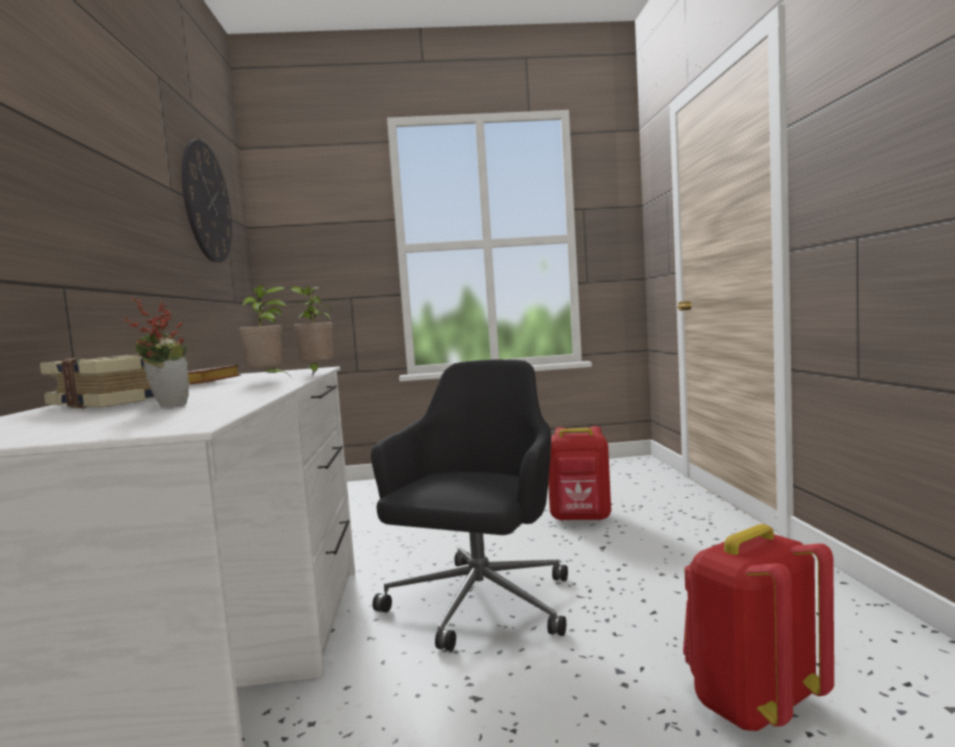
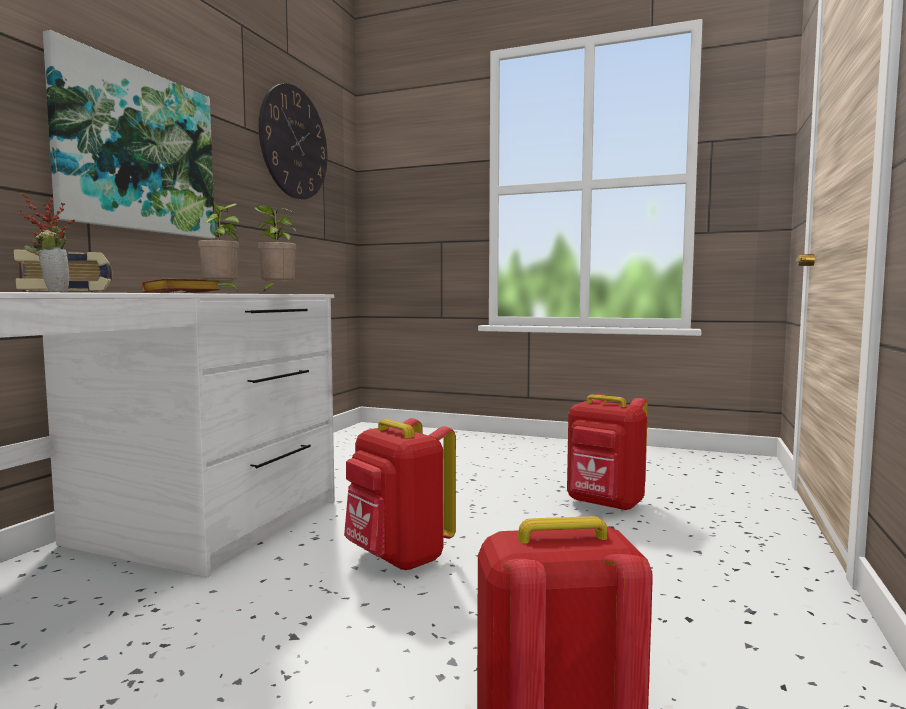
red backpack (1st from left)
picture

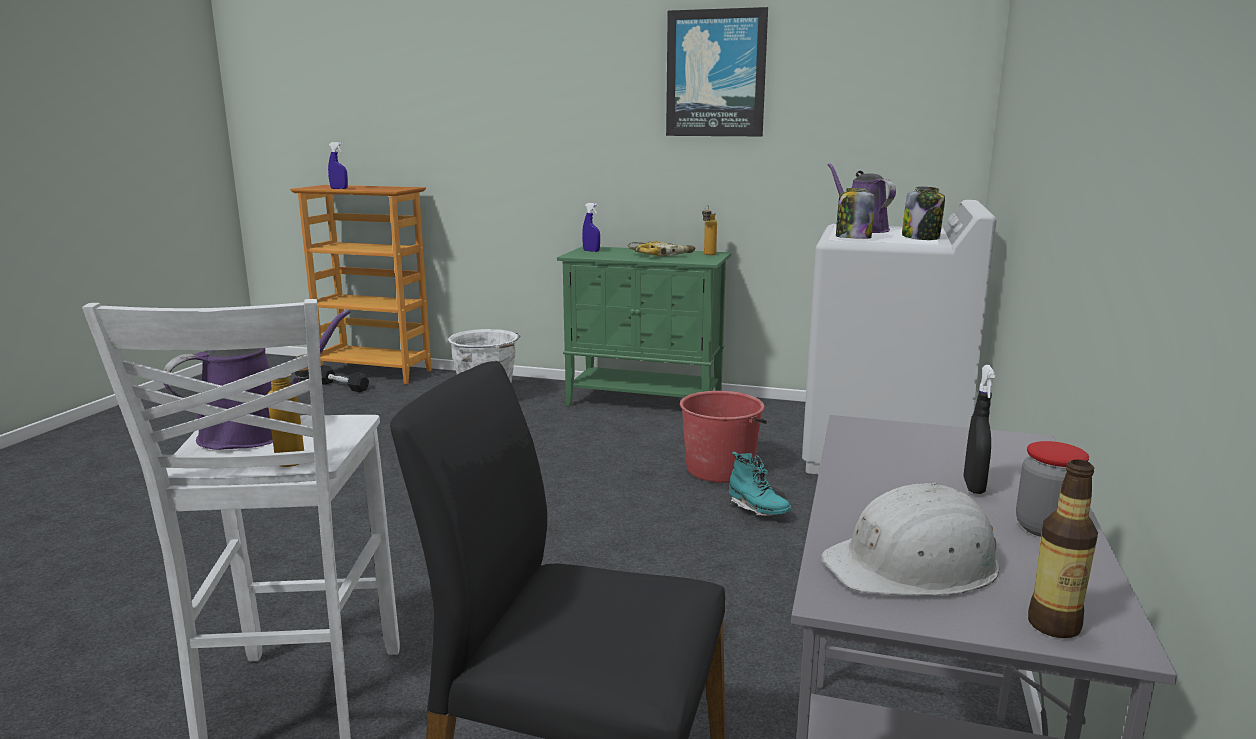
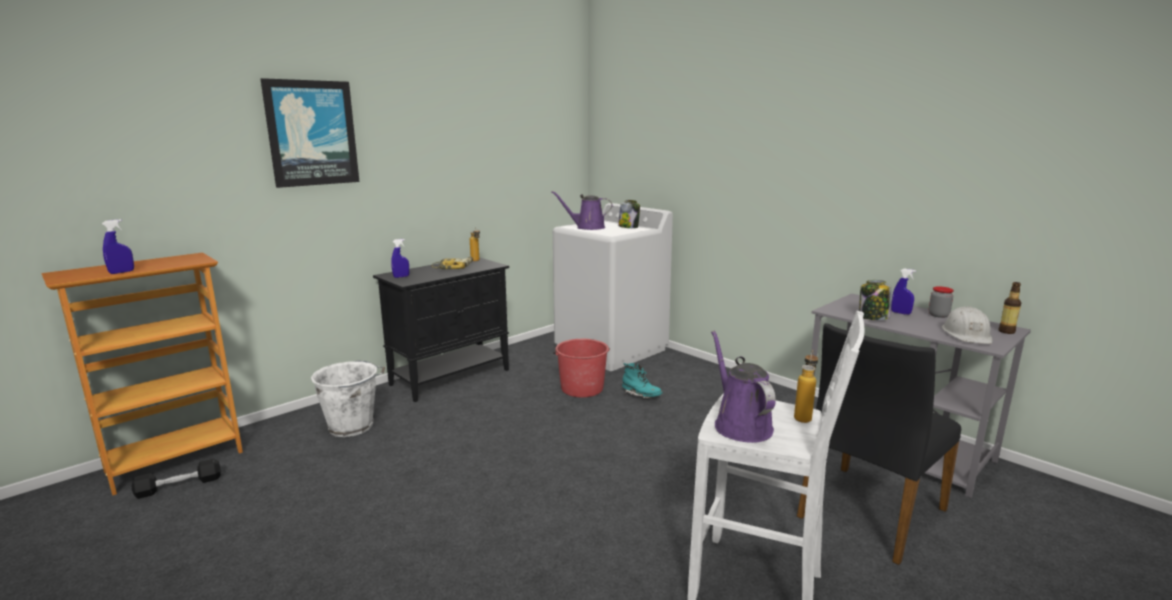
black cabinet
picture
turquoise boot
jar (2nd from left)
blue spray bottle (3rd from left)

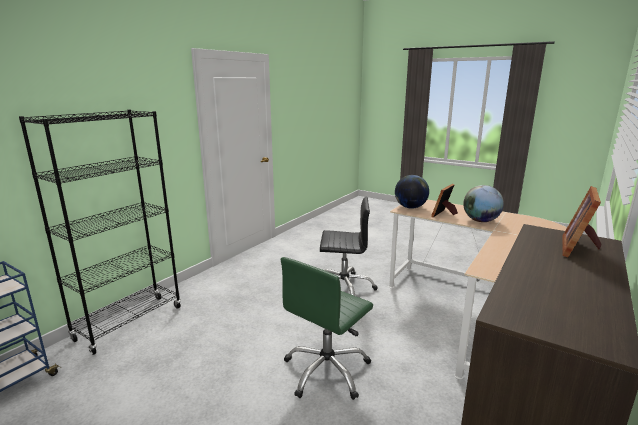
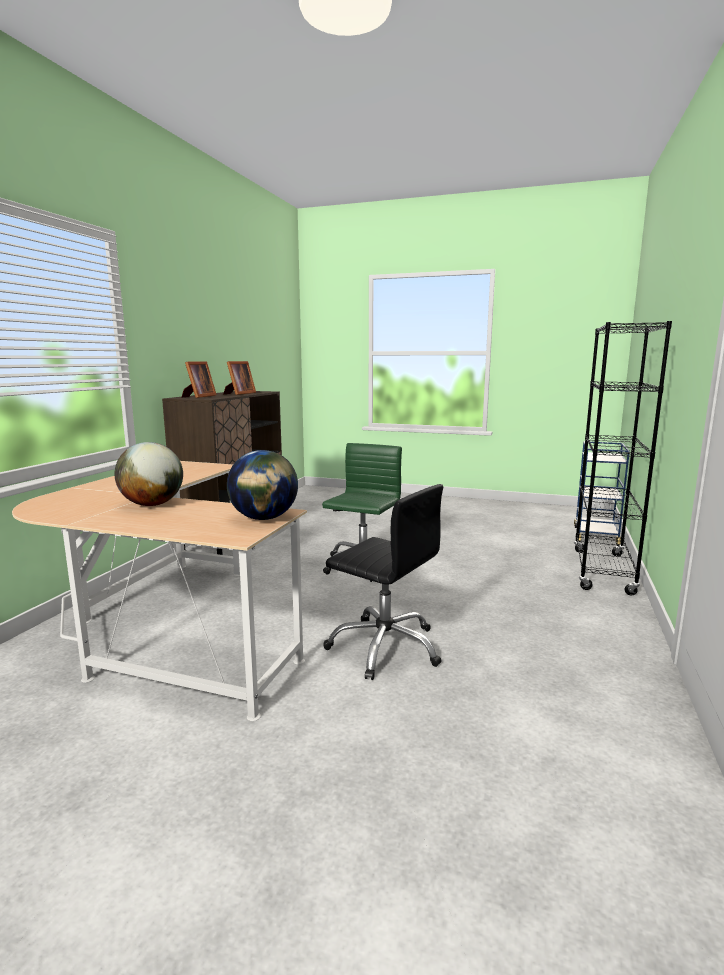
black office chair
picture frame (2nd from left)

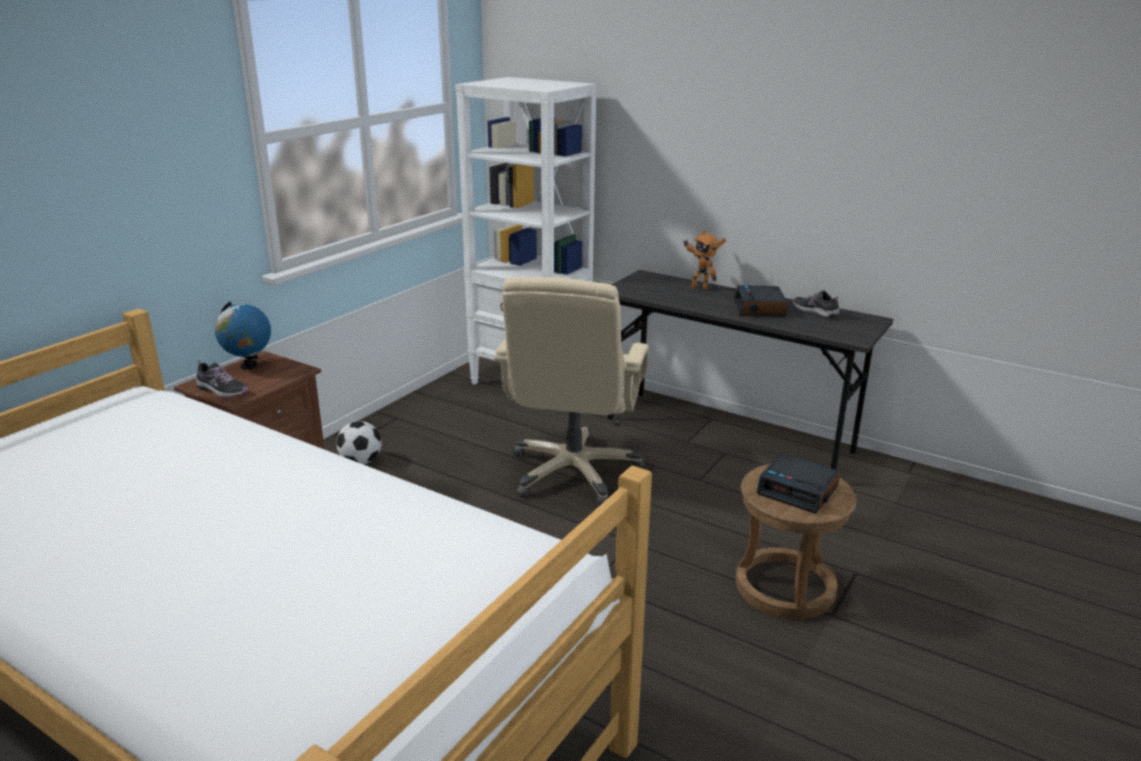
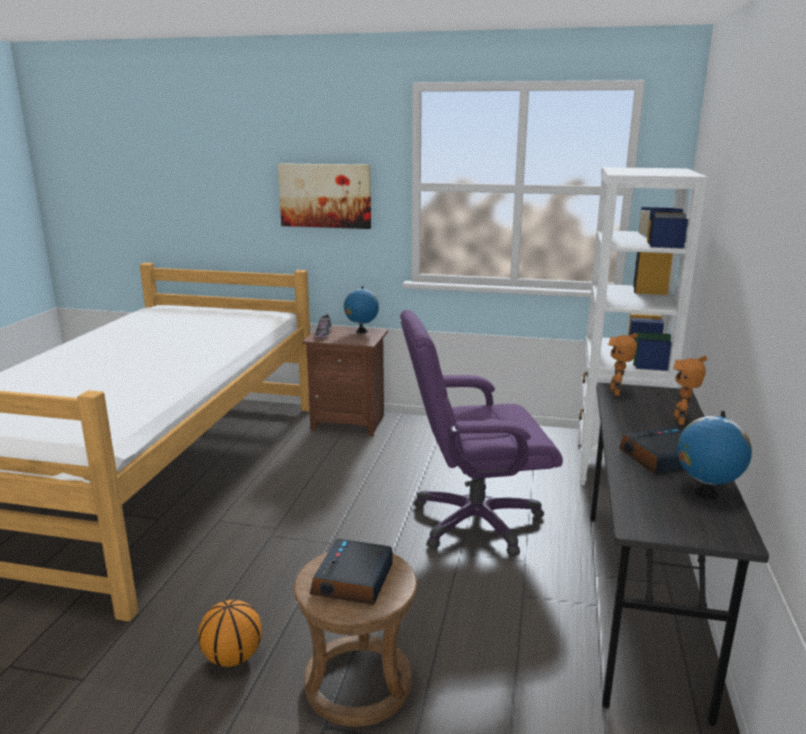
football
purple office chair
globe (2nd from left)
basketball
picture
toy robot (1st from left)

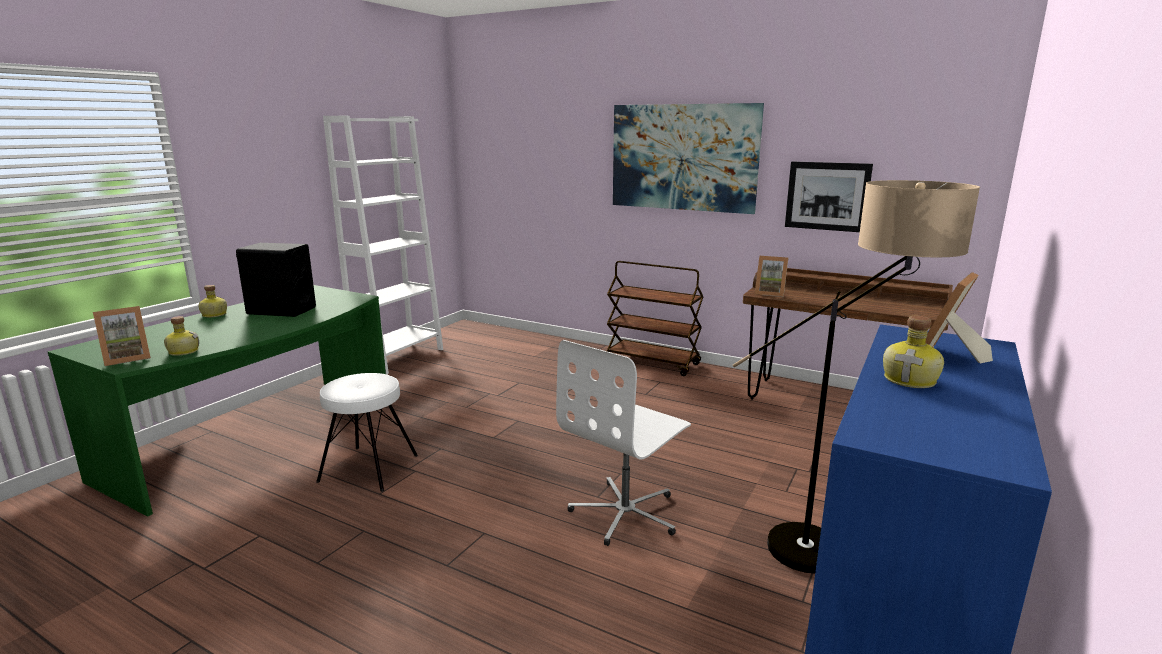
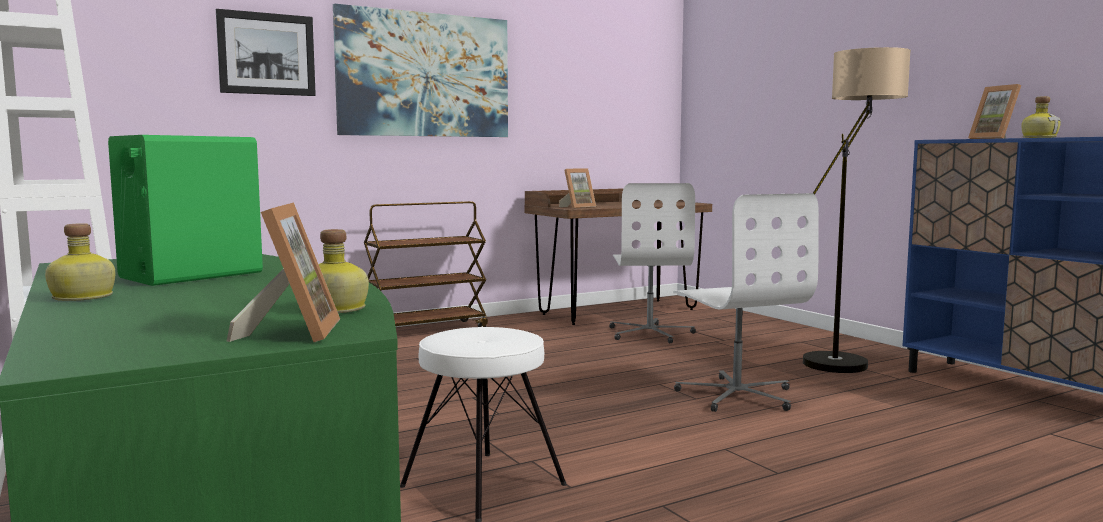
green speaker
picture (1st from left)
white office chair (1st from left)

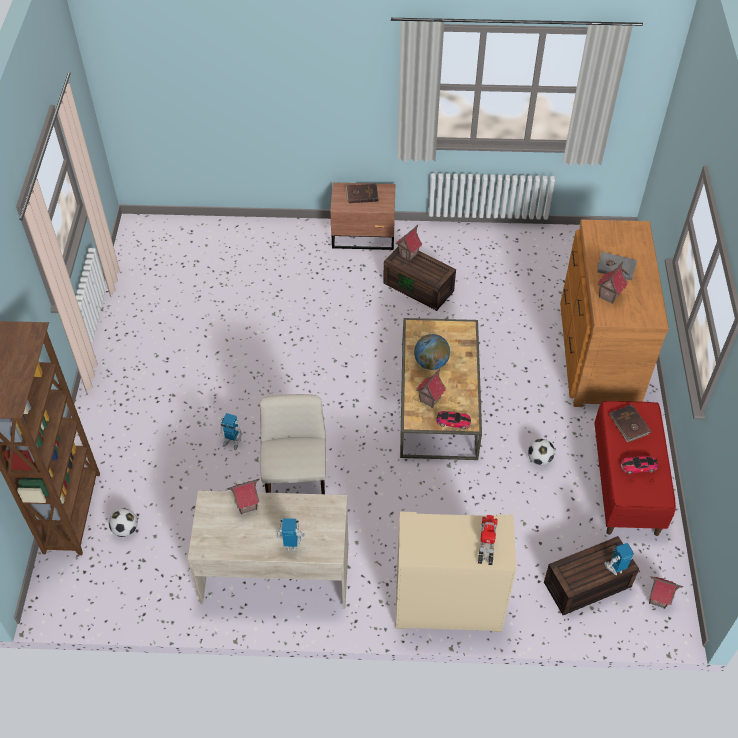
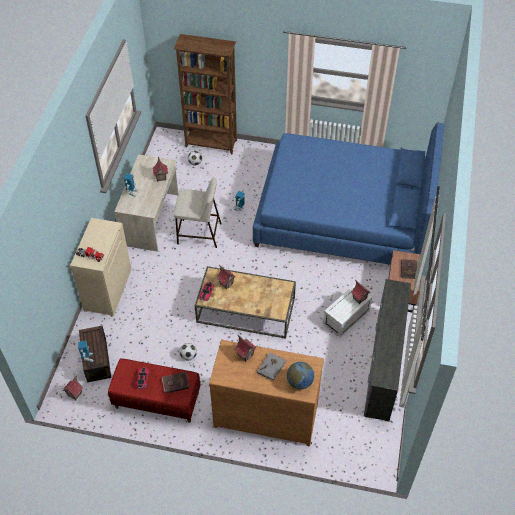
white storage box
globe
blue bed
grey dresser

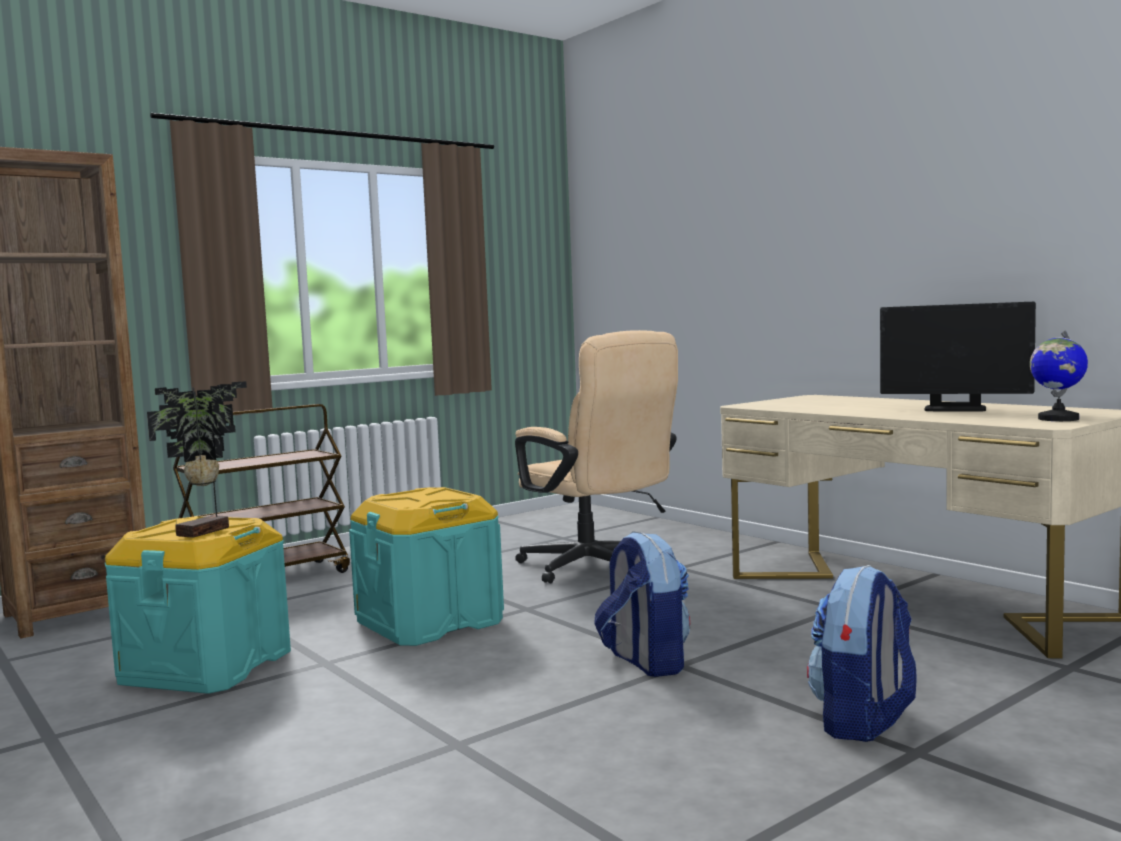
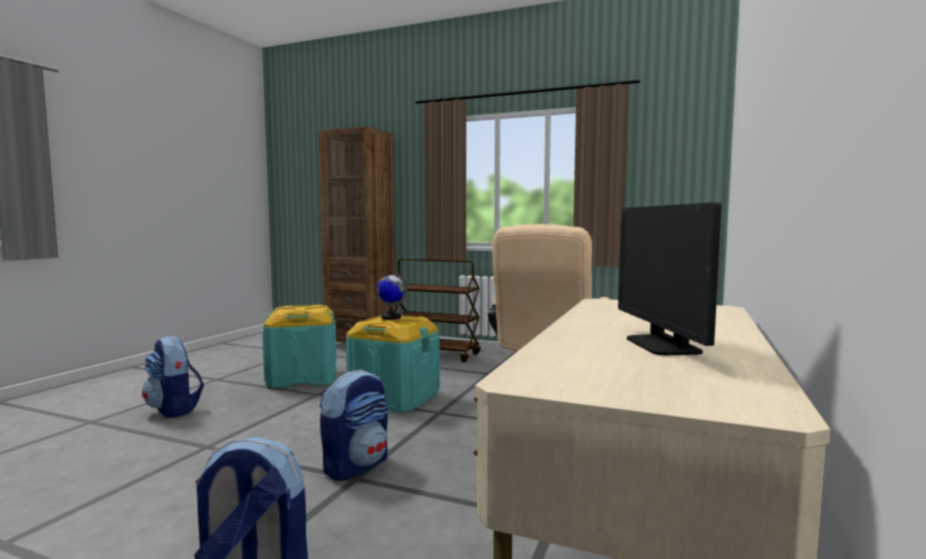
potted plant
globe
backpack (1st from left)

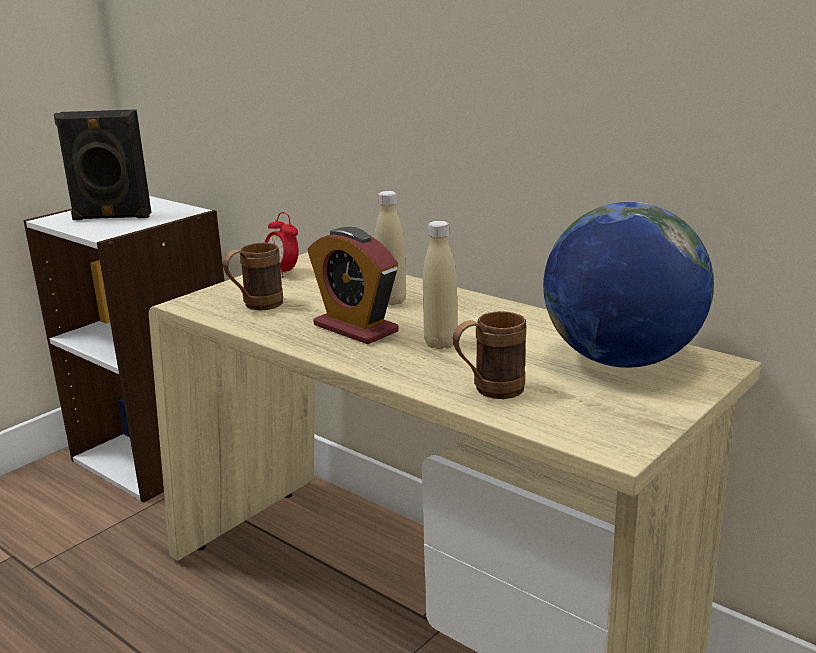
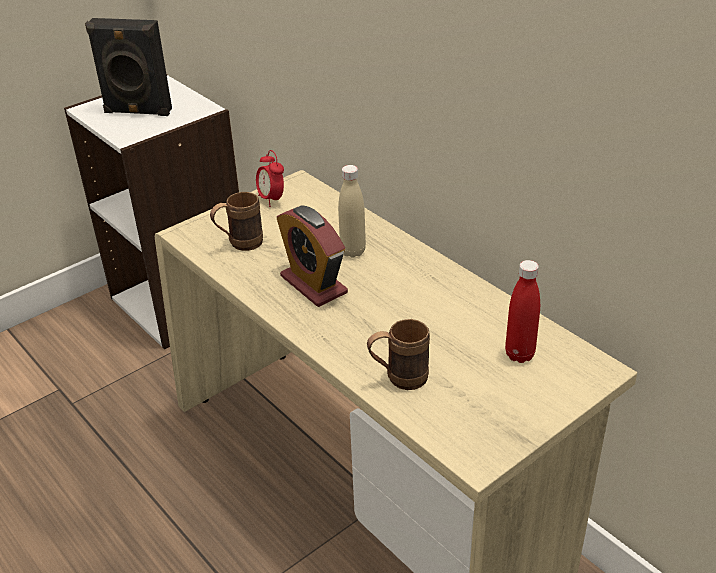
beige bottle (2nd from left in the first image)
red bottle

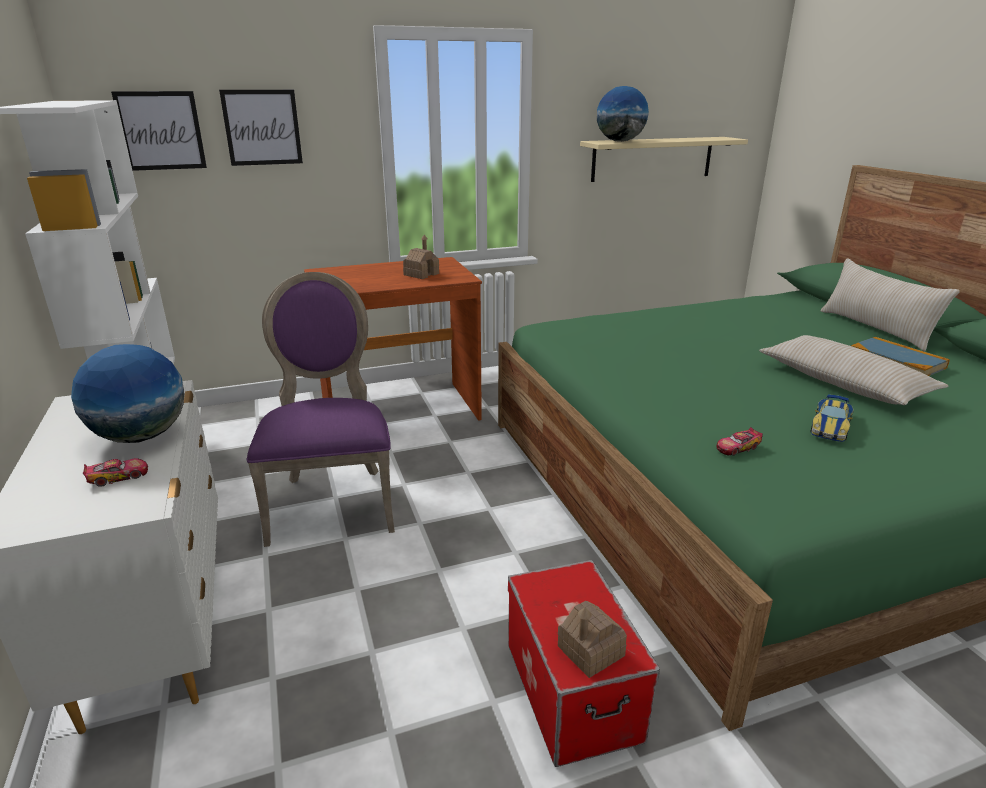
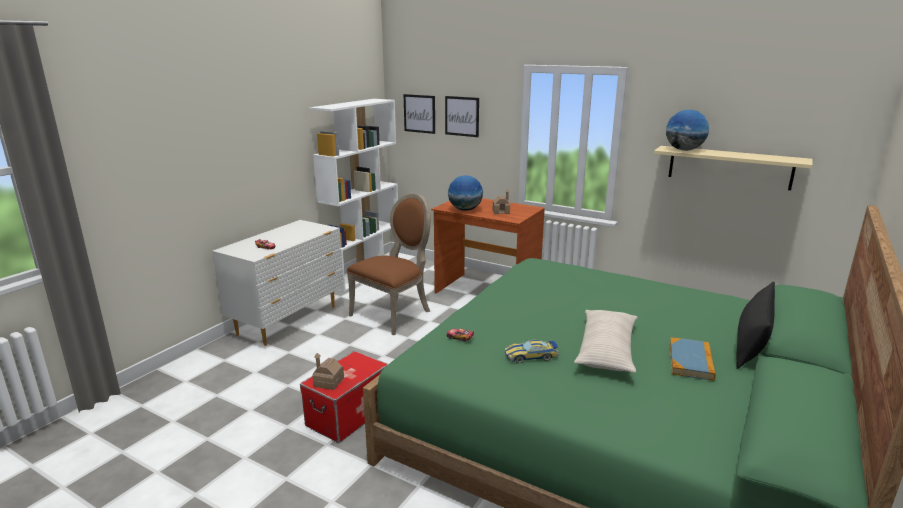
globe (1st from left)
brown chair
black pillow

